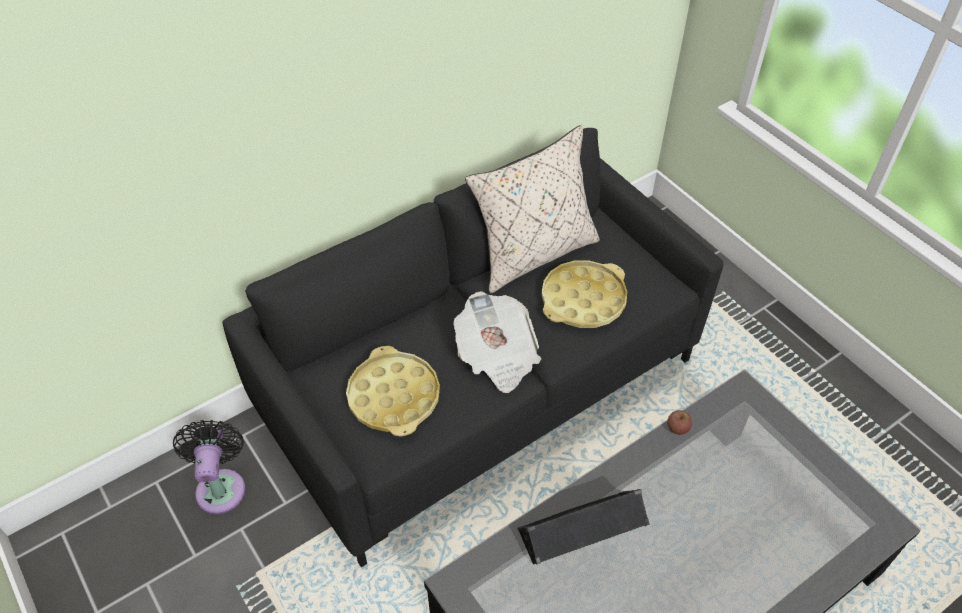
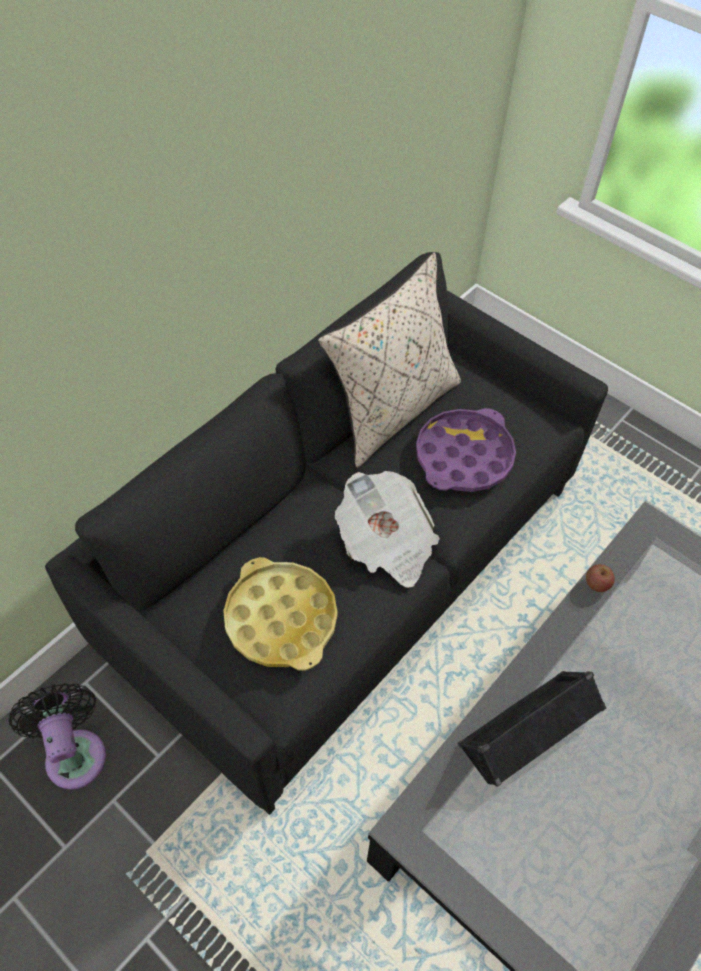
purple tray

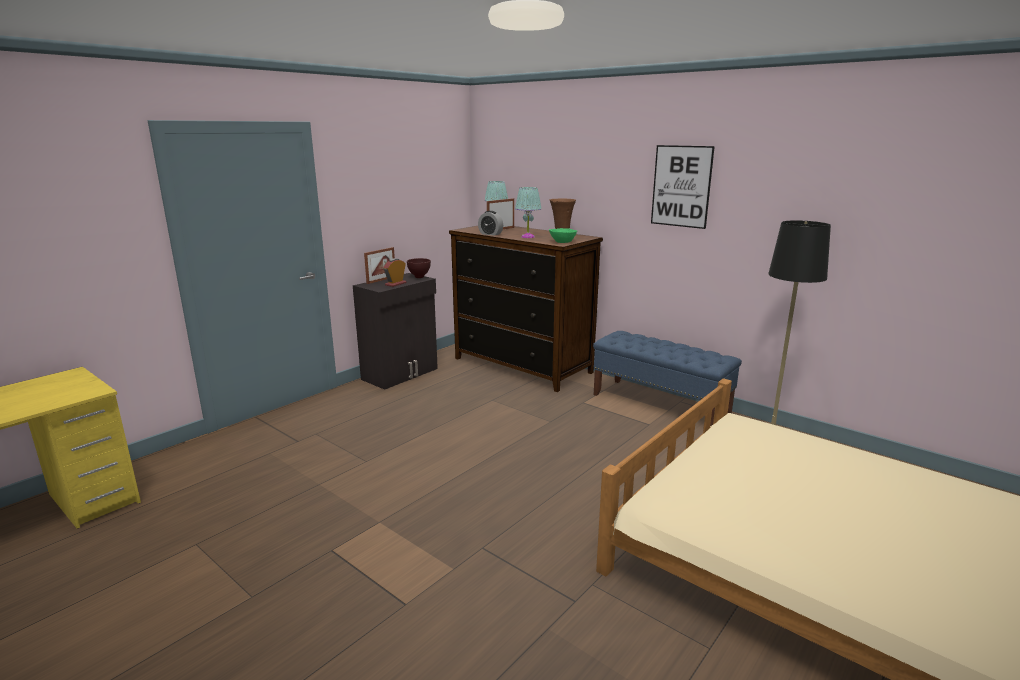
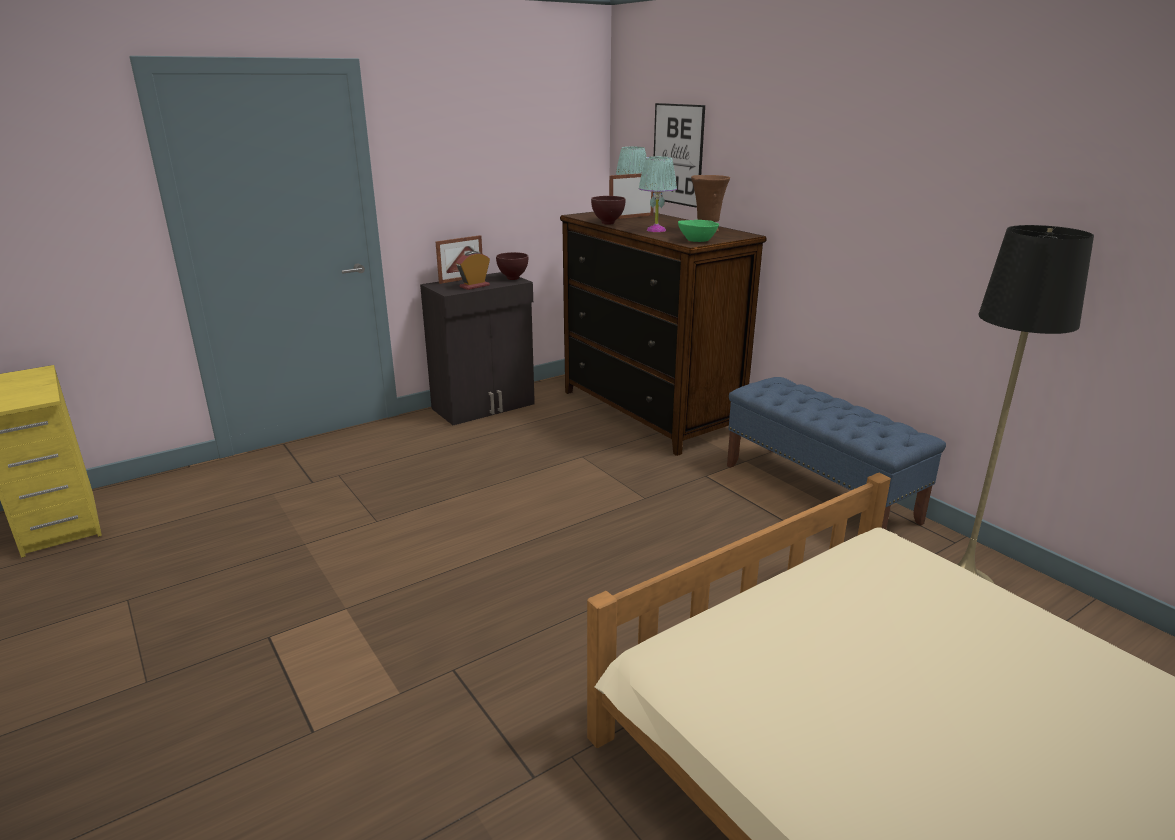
brown bowl (2nd from left)
picture

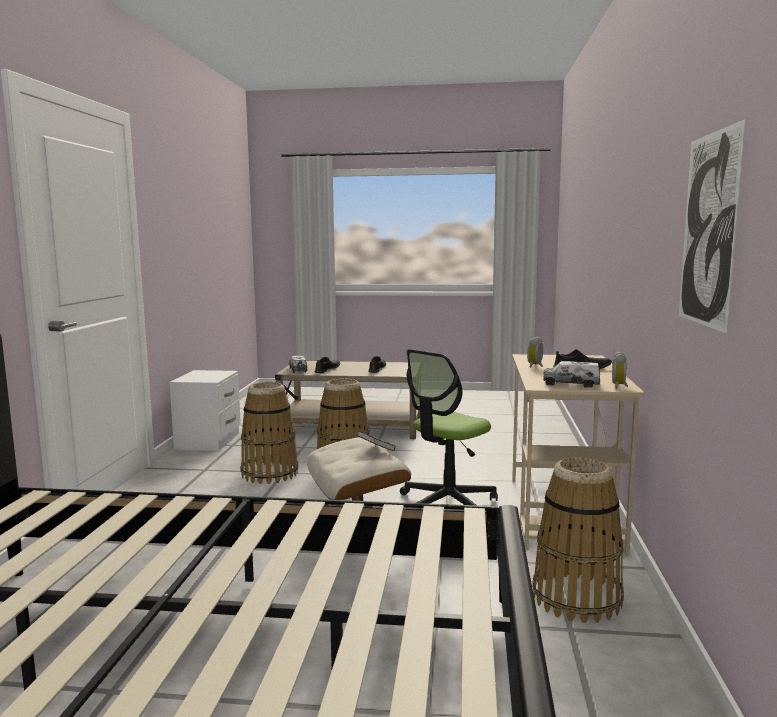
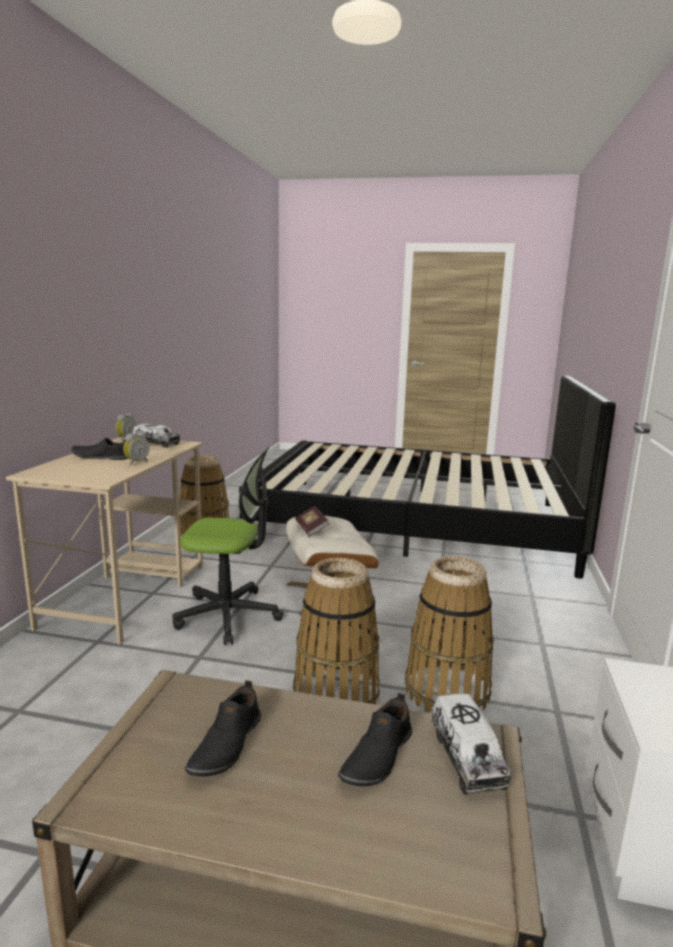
office chair
picture

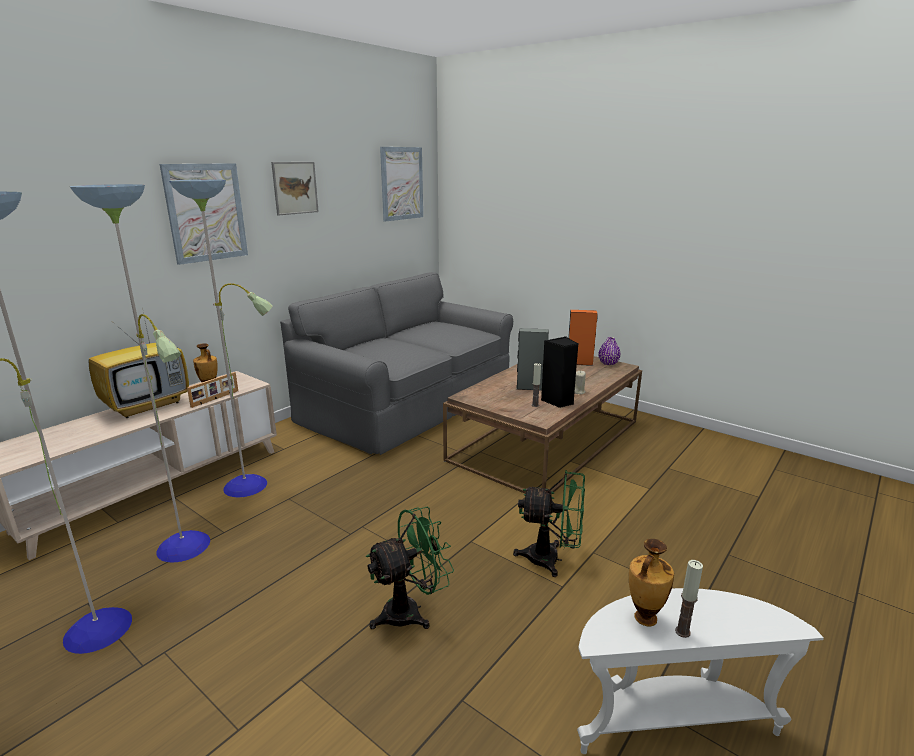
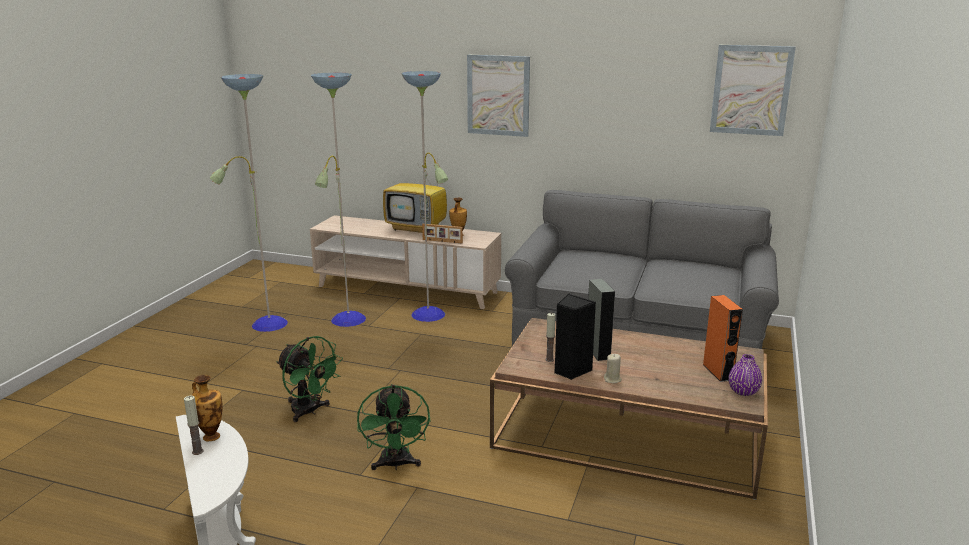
picture (2nd from left in the first image)

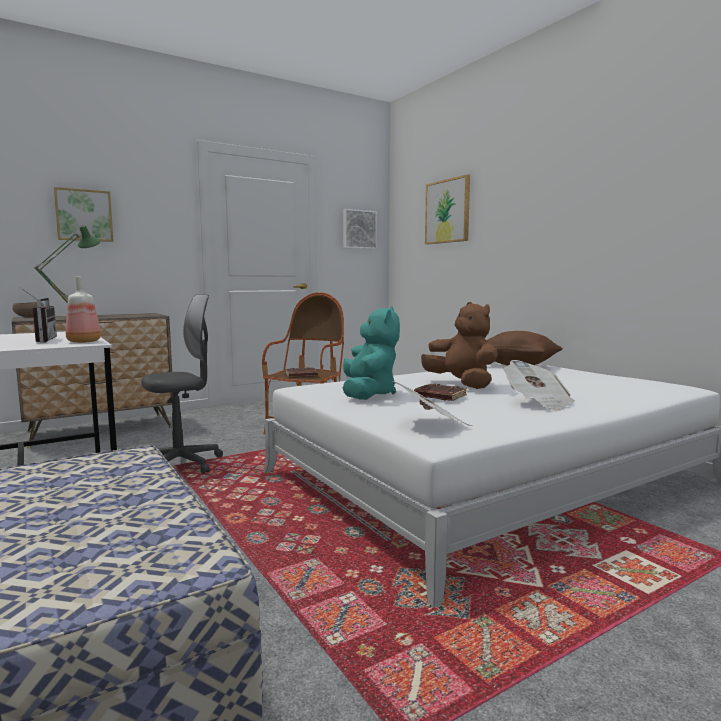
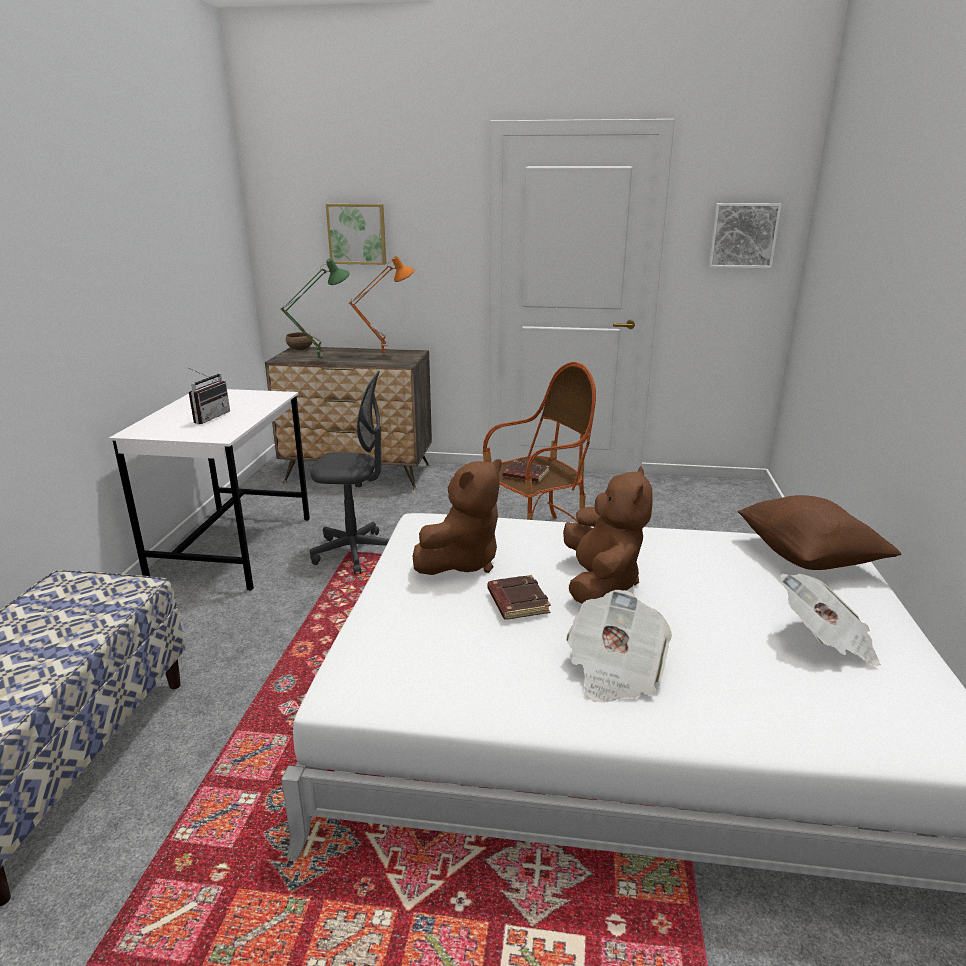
bottle
brown plush toy (1st from left)
newspaper (2nd from left)
picture (3rd from left in the first image)
orange table lamp

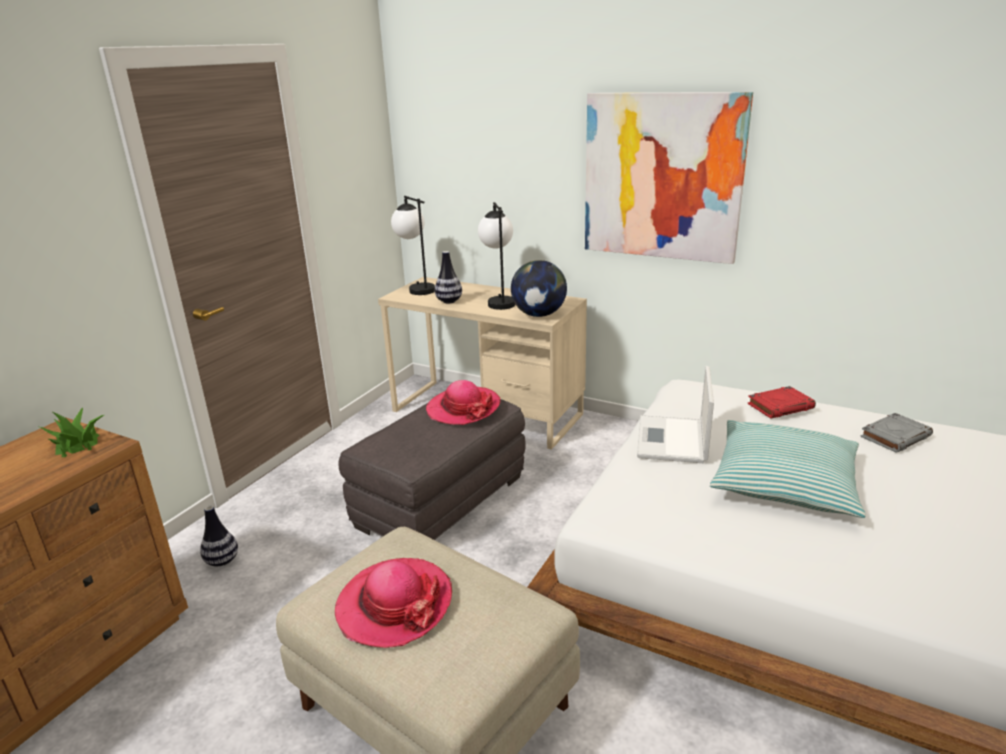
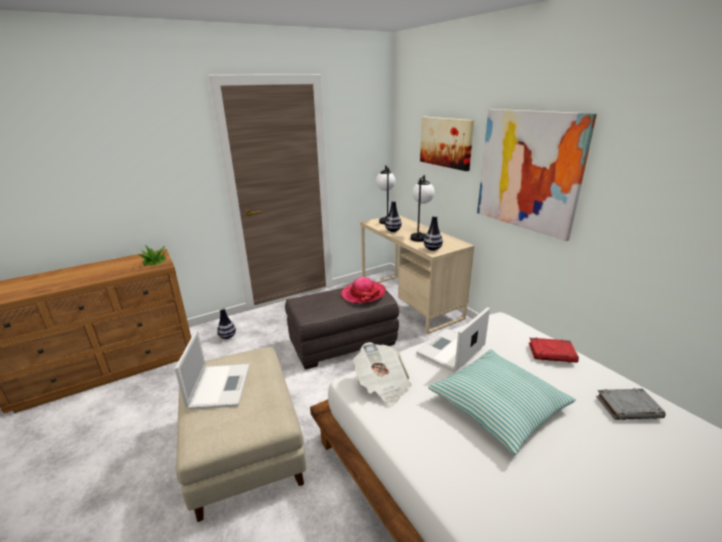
laptop (1st from left)
vase (3rd from left)
newspaper
picture (1st from left)

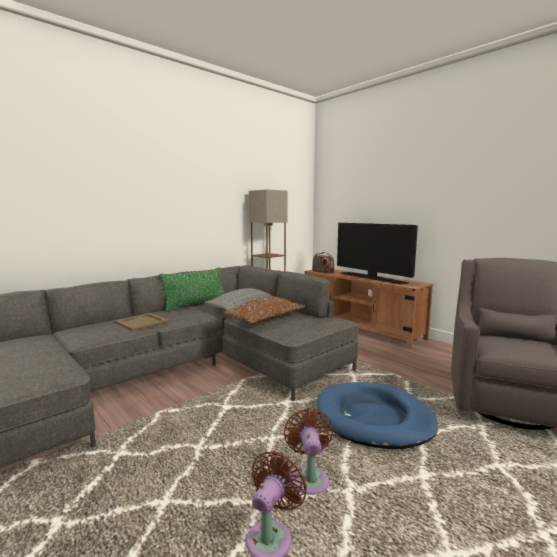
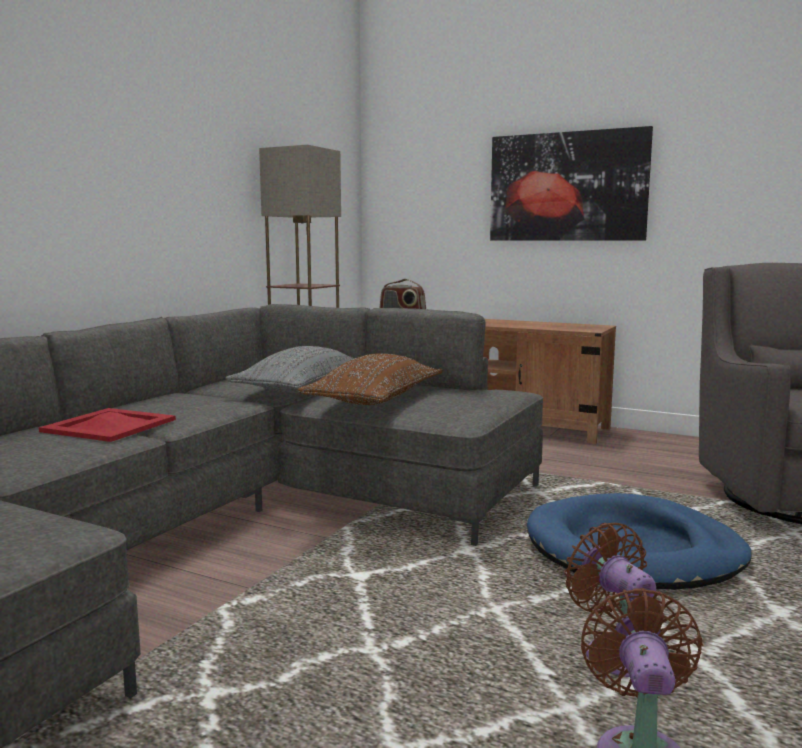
red tray
green pillow
television
picture

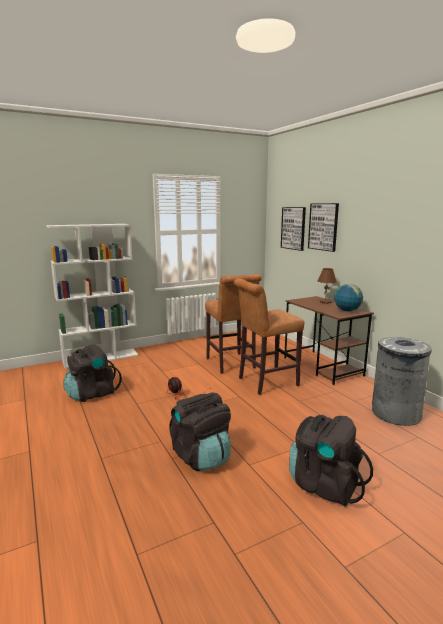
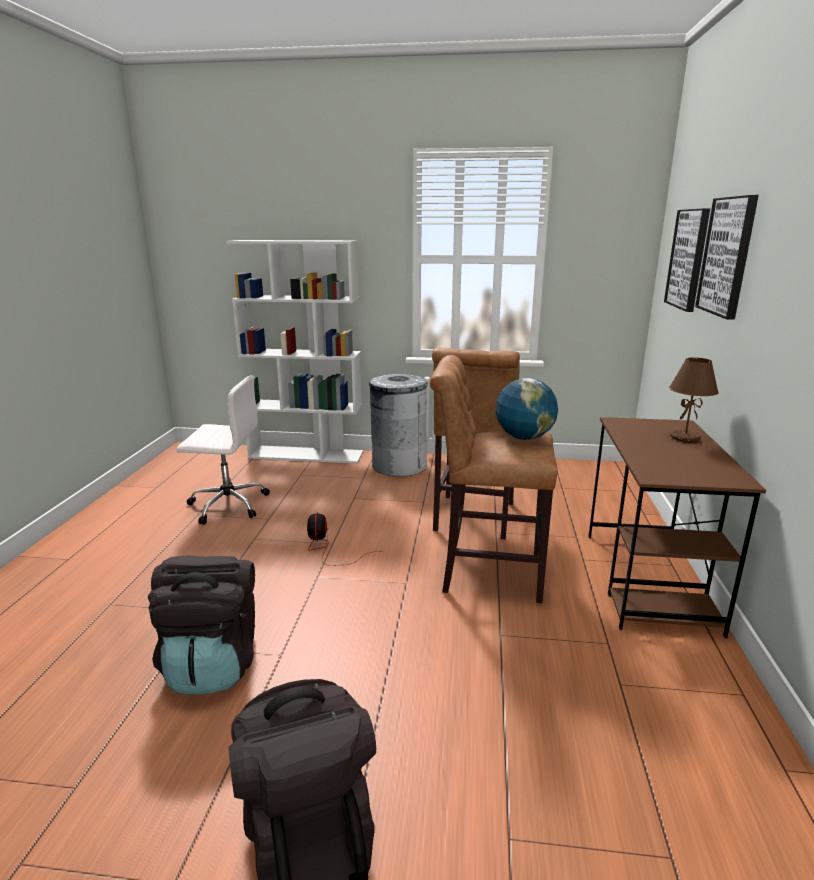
white office chair
globe
grey trash can

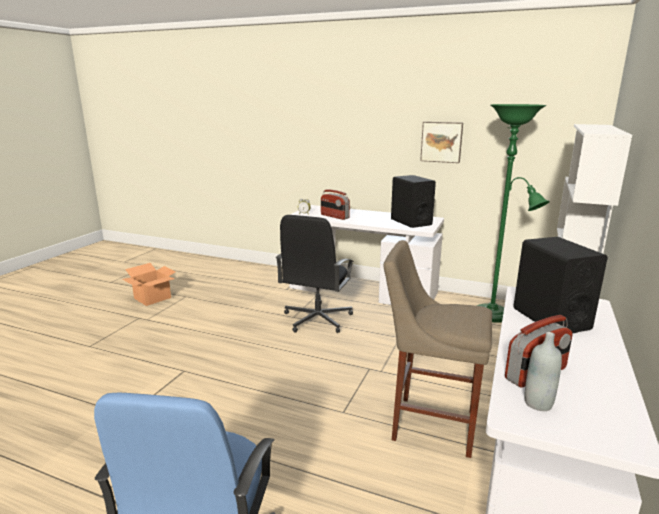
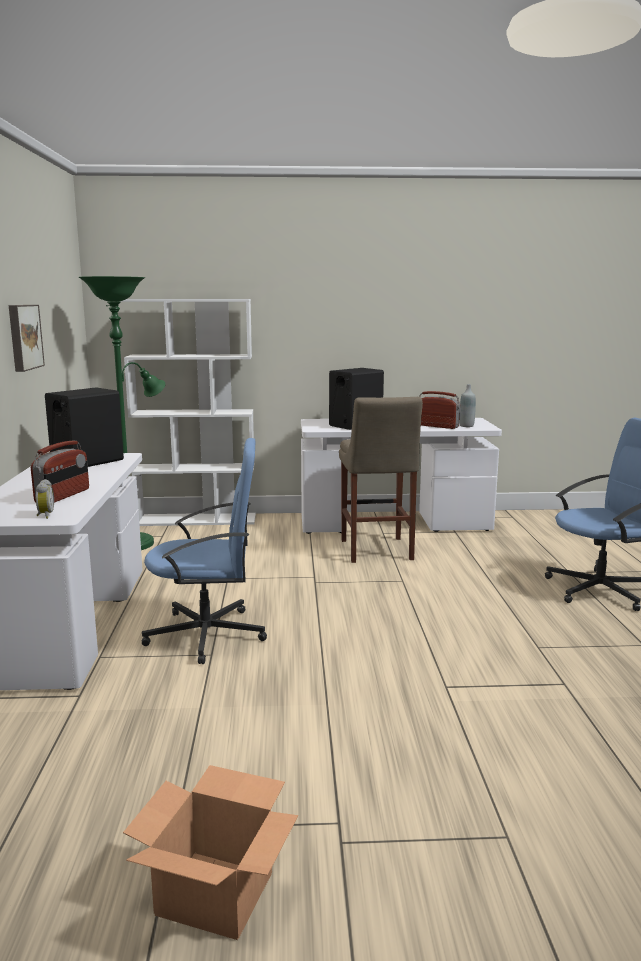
blue office chair (1st from left)

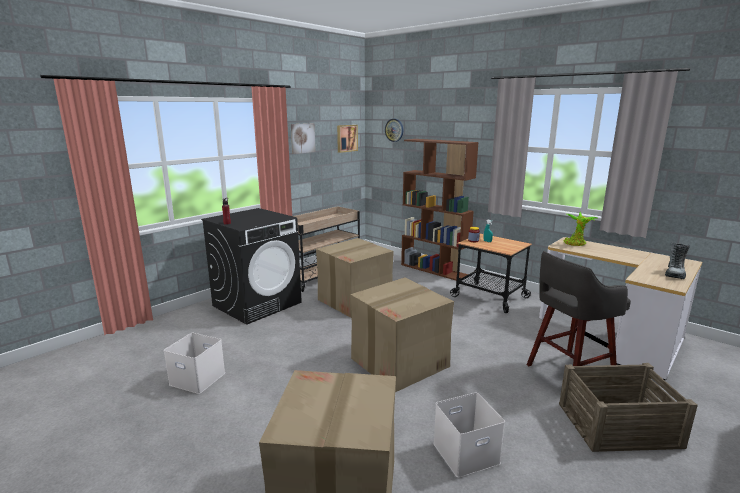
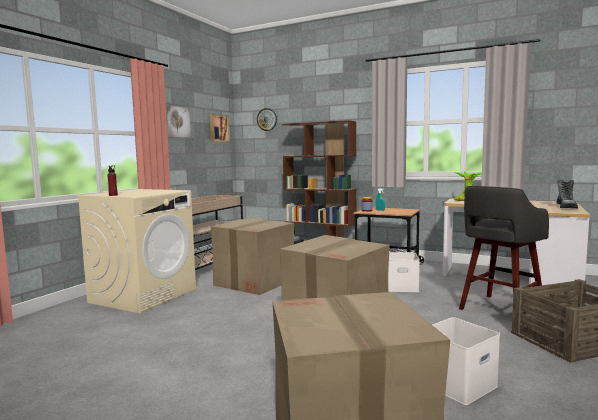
white storage box (1st from left)
beige washing machine

